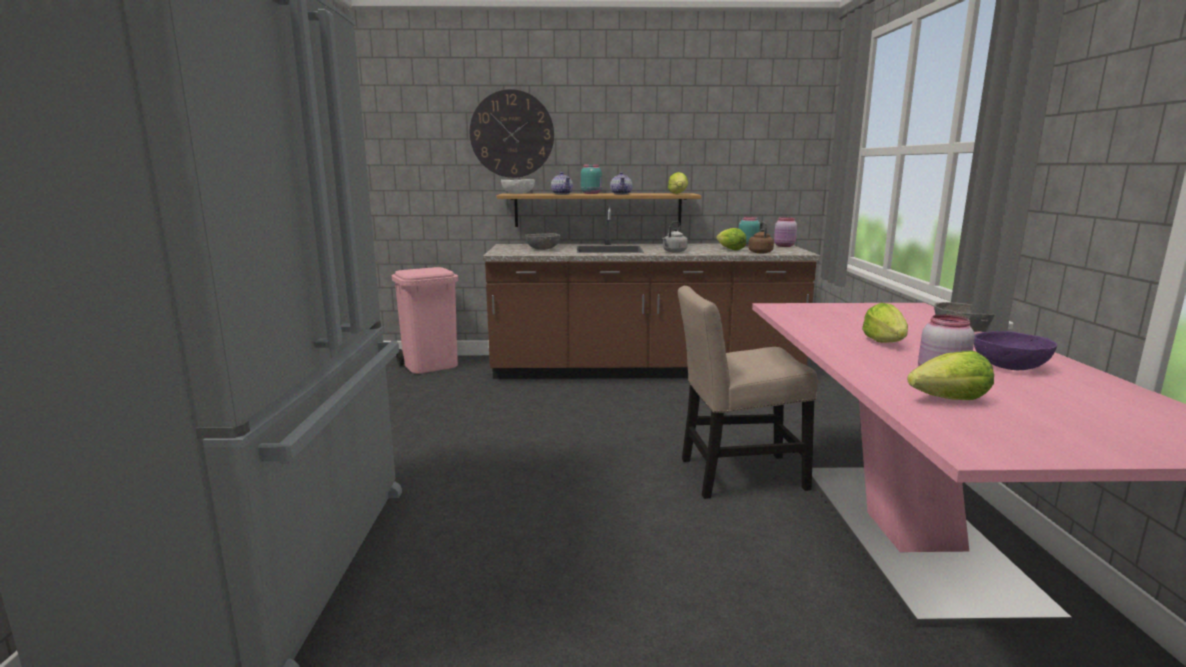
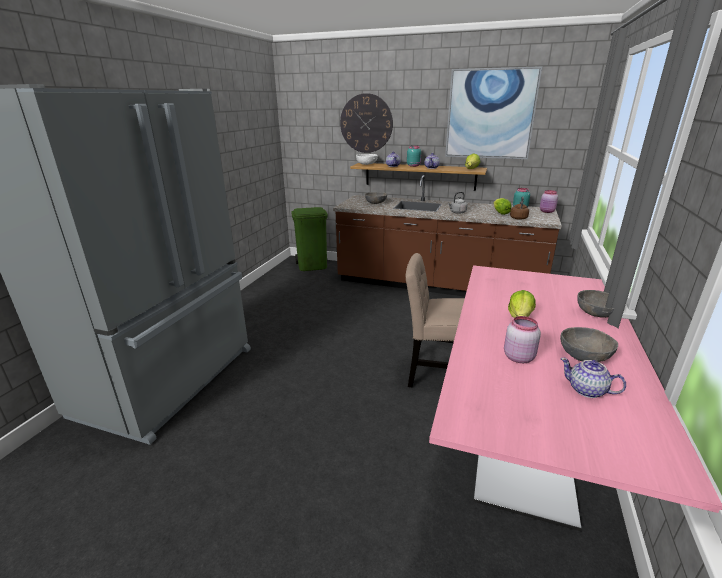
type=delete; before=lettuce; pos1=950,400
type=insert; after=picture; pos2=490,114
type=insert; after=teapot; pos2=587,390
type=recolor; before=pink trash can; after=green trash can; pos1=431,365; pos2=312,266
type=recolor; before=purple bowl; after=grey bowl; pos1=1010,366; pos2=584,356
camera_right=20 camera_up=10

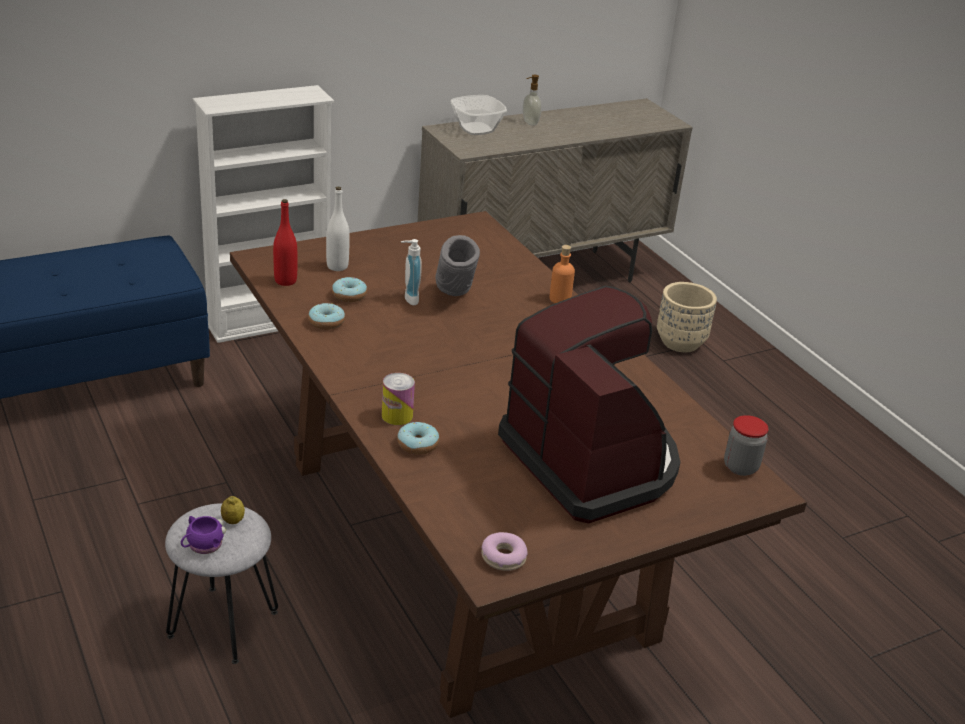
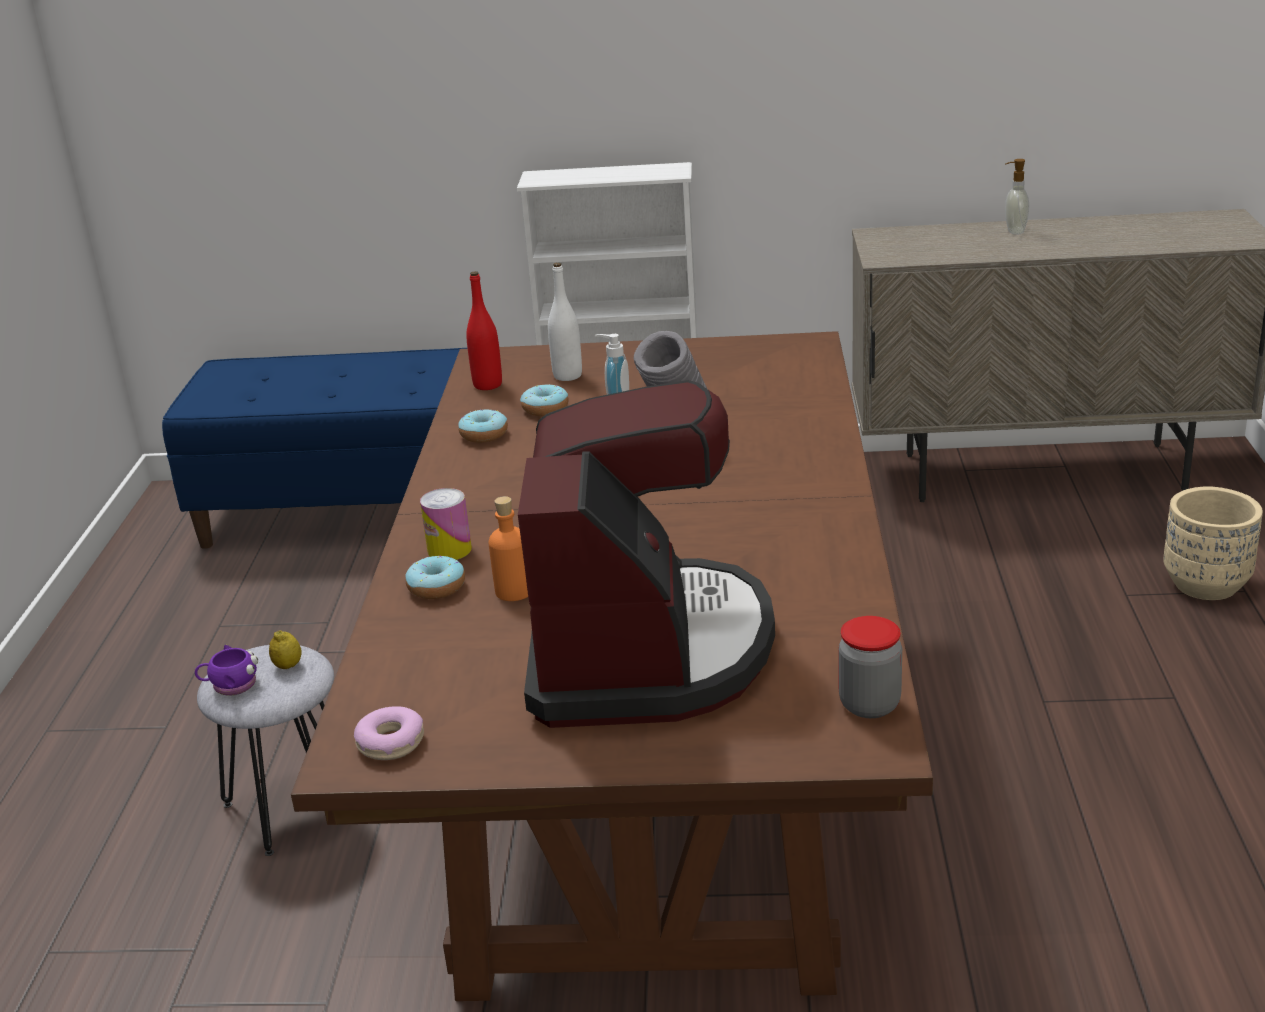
type=delete; before=bowl; pos1=475,129
type=move; before=orange bottle; pos1=560,299; pos2=514,591
camera_right=35 camera_up=-5

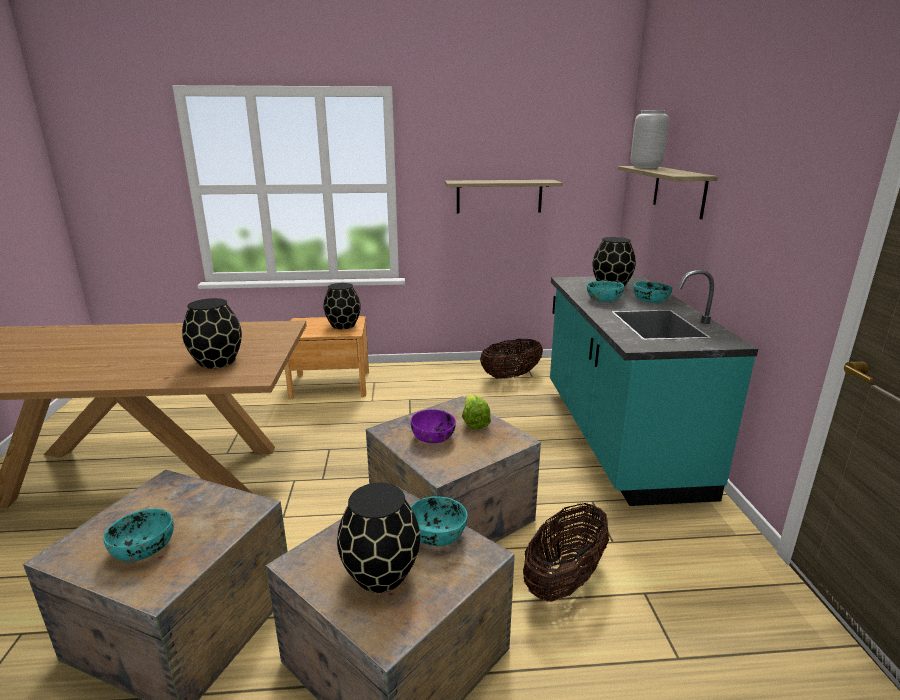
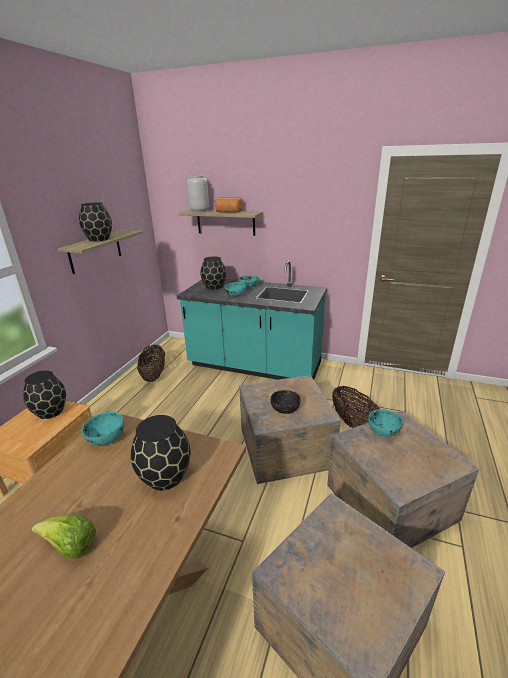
type=insert; after=bread; pos2=228,212
type=move; before=turquoise bowl; pos1=144,548; pos2=106,437
type=move; before=black vase; pos1=381,573; pos2=99,239
type=move; before=lettuce; pos1=474,422; pos2=70,546
type=recolor; before=purple bowl; after=black bowl; pos1=433,437; pos2=285,408
camera_right=-65 camera_up=5

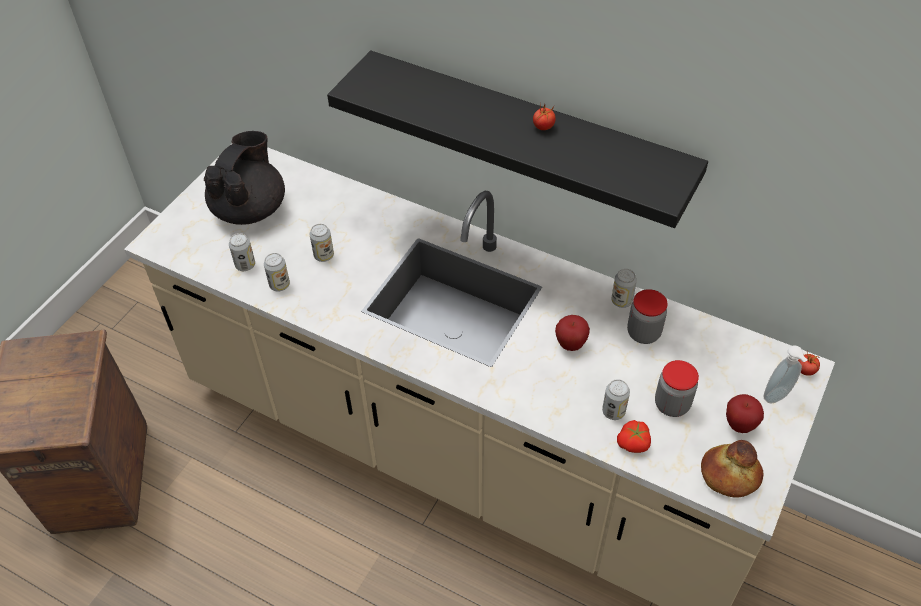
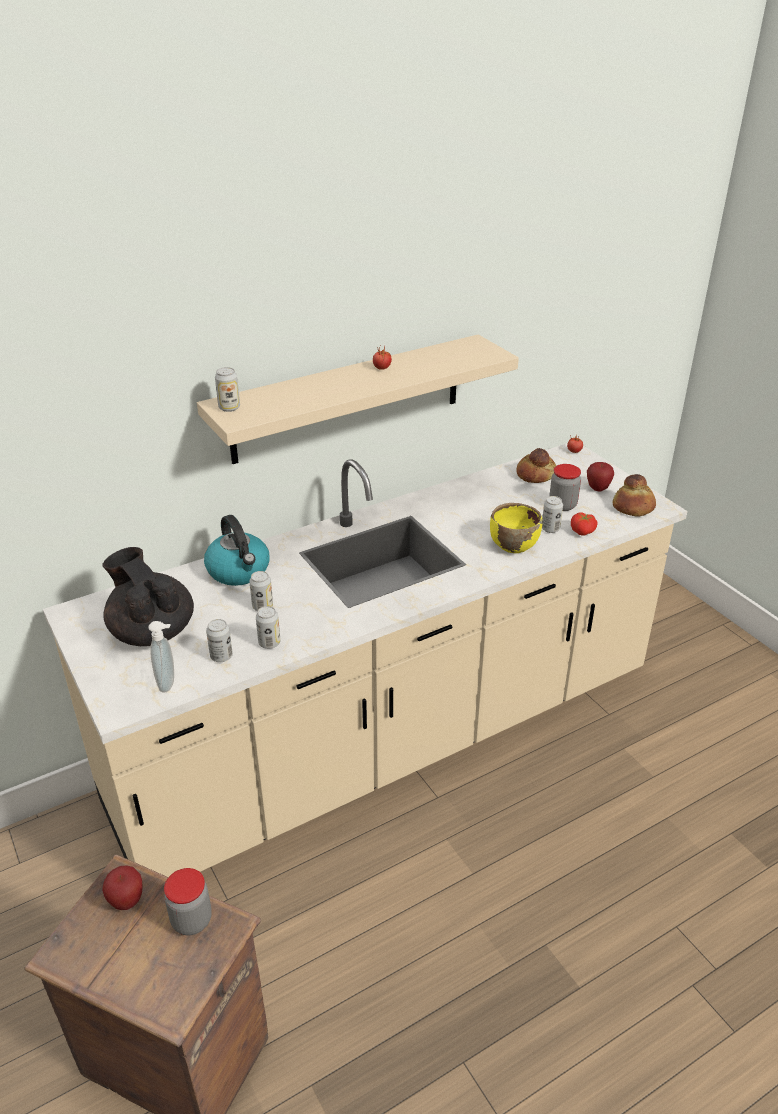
type=insert; after=kettle; pos2=239,571
type=insert; after=yellow bowl; pos2=513,545
type=insert; after=bread; pos2=535,474
type=move; before=apple; pos1=570,344; pos2=127,901
type=move; before=can; pos1=621,301; pos2=229,408
type=move; before=jar; pos1=643,333; pos2=191,920
type=move; before=soap dispenser; pos1=778,397; pos2=168,683
type=recolor; before=black shelf; after=beige shelf; pos1=527,134; pos2=348,399
camera_right=-60 camera_up=-15

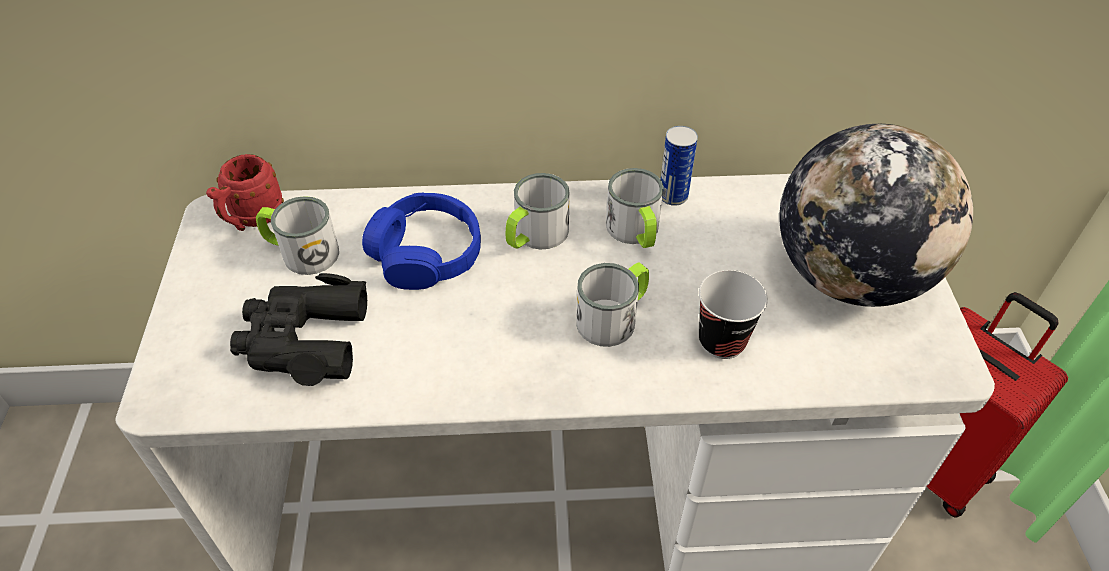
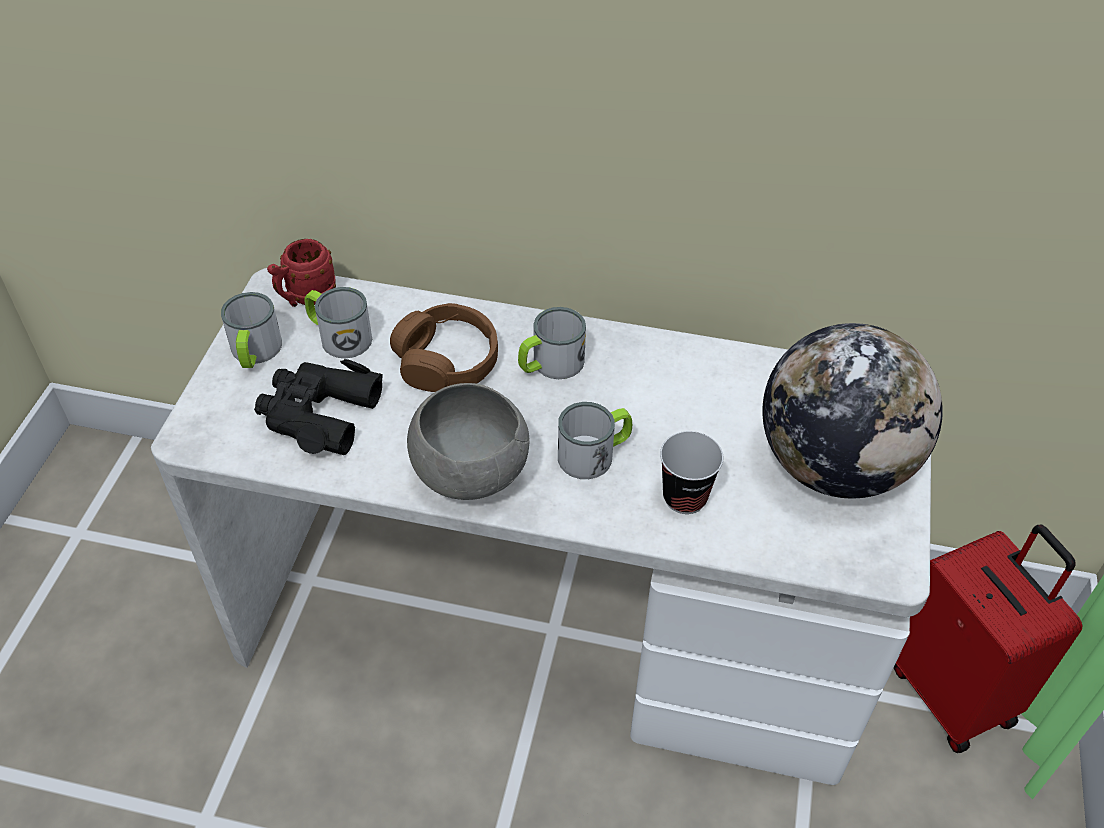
type=delete; before=can; pos1=673,196
type=insert; after=grey bowl; pos2=471,472
type=move; before=mug; pos1=635,232; pos2=254,353
type=recolor; before=blue headphones; after=brown headphones; pos1=426,253; pos2=447,360
camera_right=15 camera_up=0

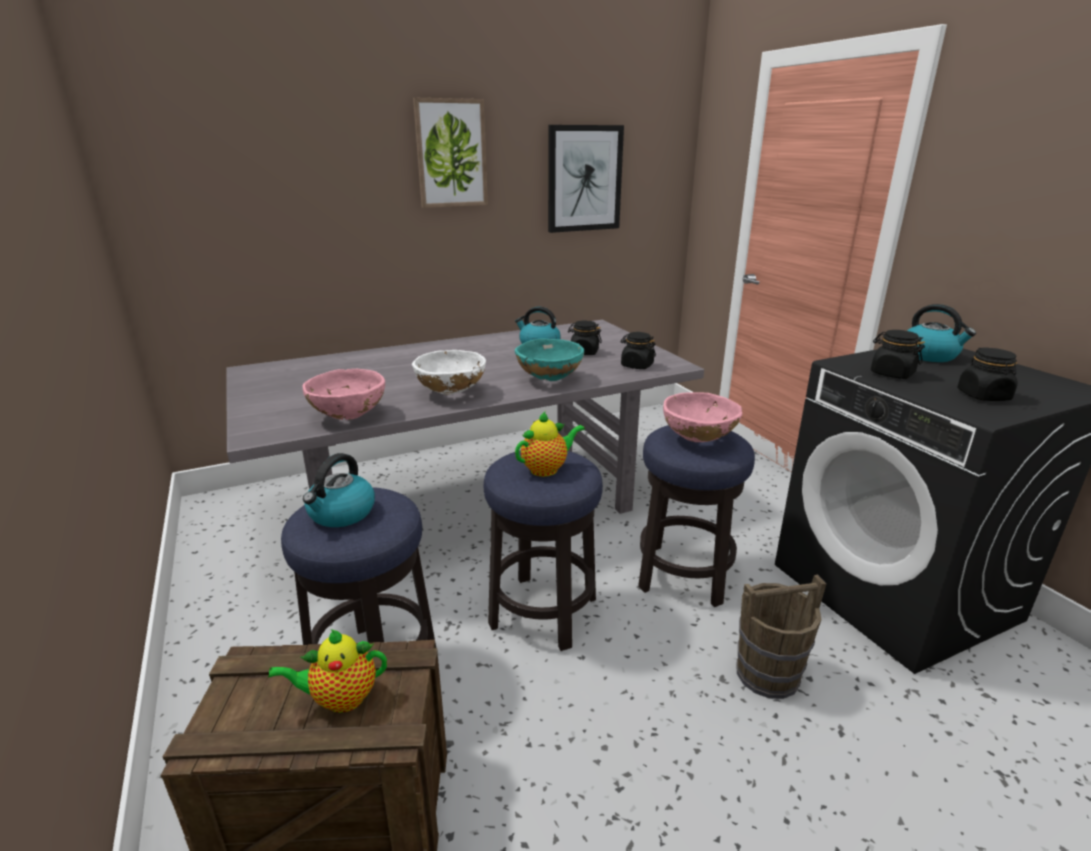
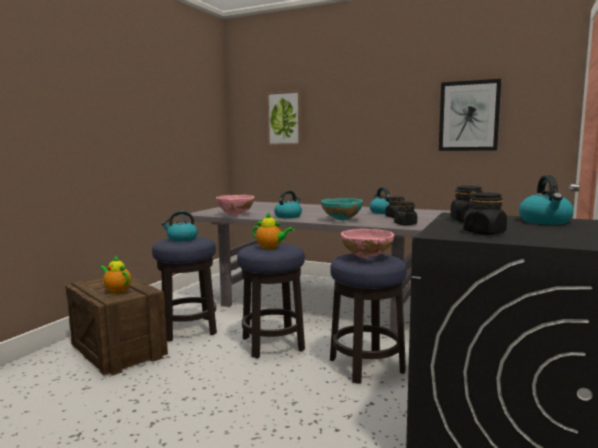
type=delete; before=brown bucket; pos1=768,674
type=move; before=picture; pos1=451,154; pos2=284,118
type=replace; before=white bowl; after=kettle; pos1=451,393; pos2=288,216
camera_right=50 camera_up=-15

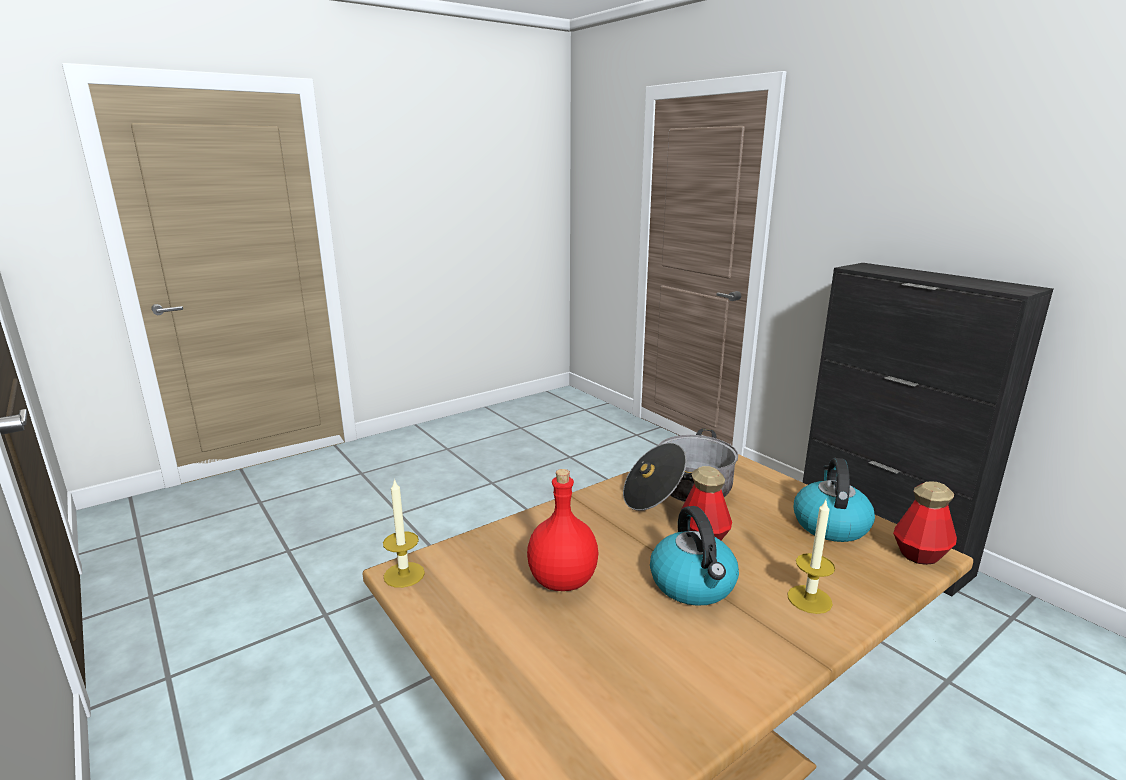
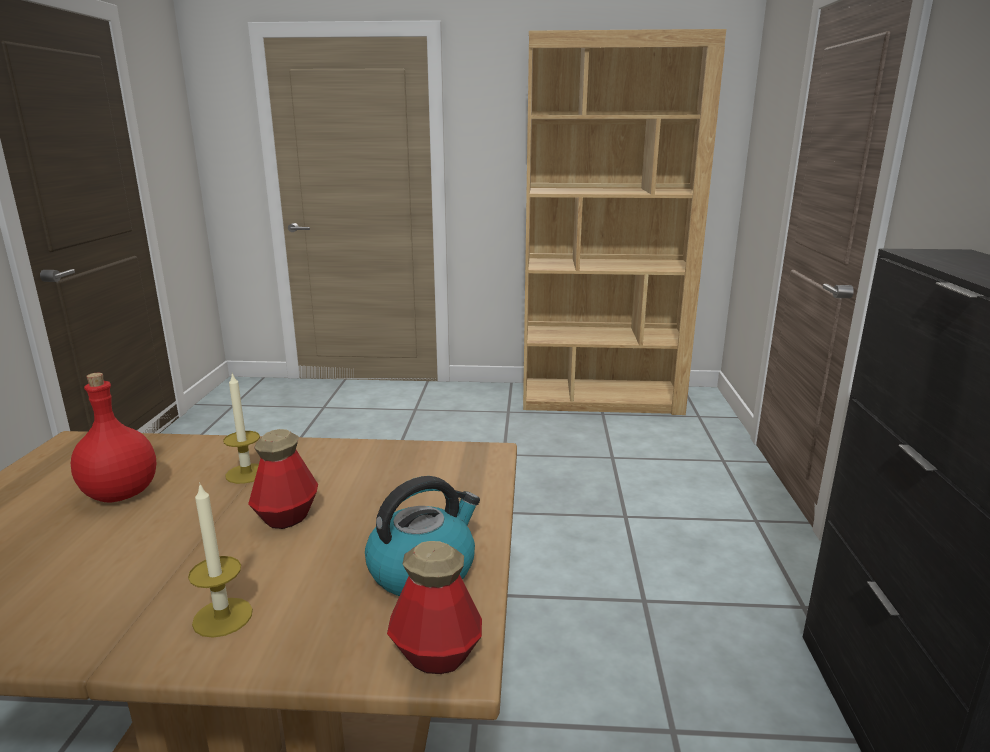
type=delete; before=cooking pot; pos1=679,492
type=delete; before=kettle; pos1=693,585
type=insert; after=brown bookcase; pos2=601,399
type=move; before=candle; pos1=404,574; pos2=246,473
camera_right=40 camera_up=0

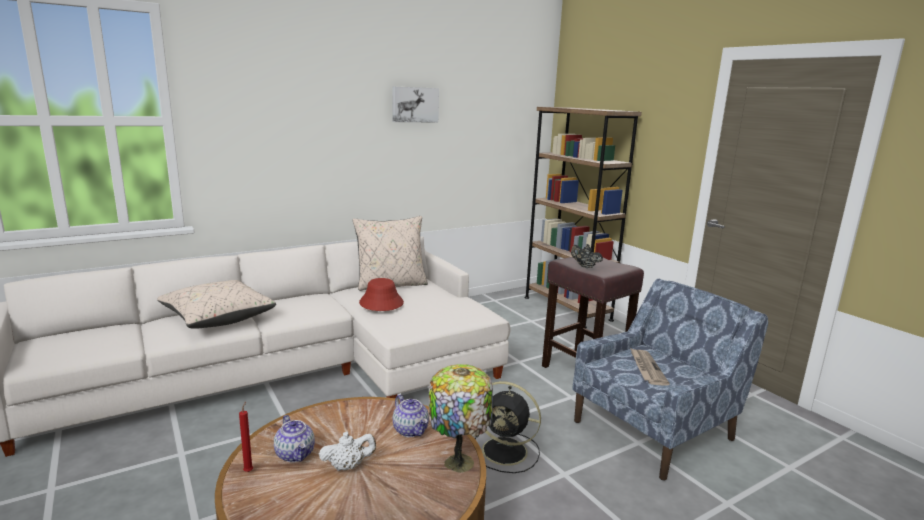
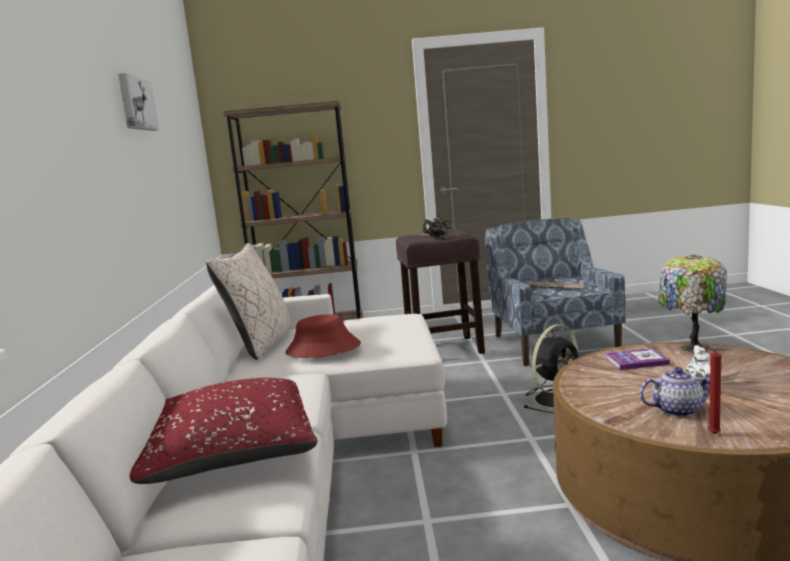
type=replace; before=teapot; after=book; pos1=411,430; pos2=636,361
type=recolor; before=beige pillow; after=red pillow; pos1=218,317; pos2=229,455
camera_right=-60 camera_up=-5

